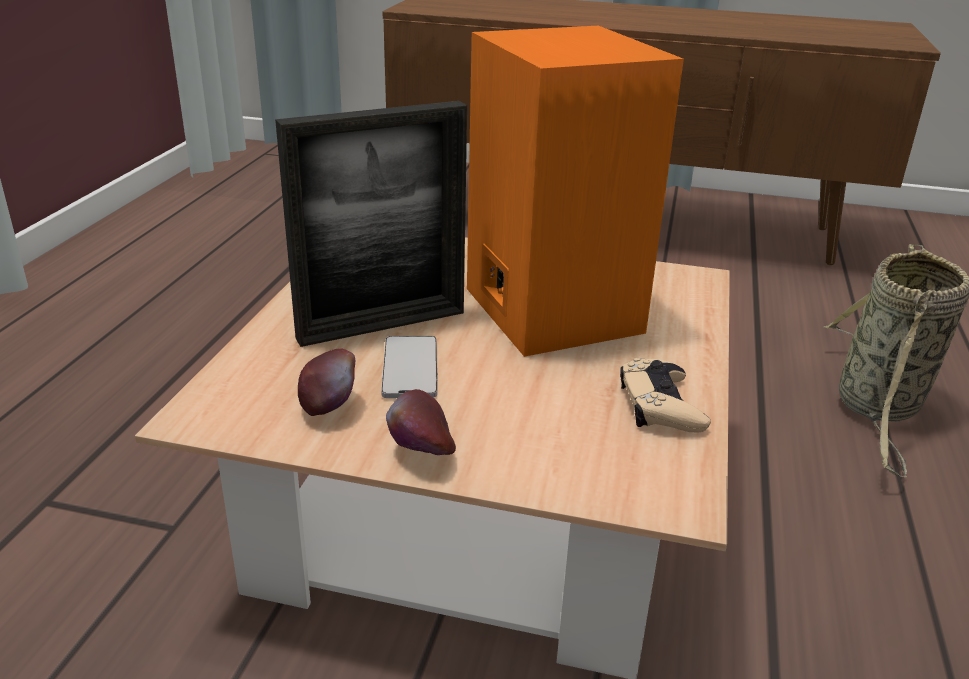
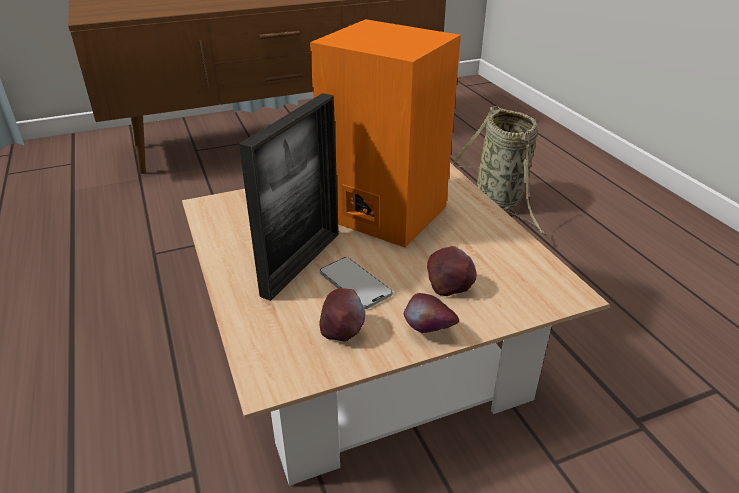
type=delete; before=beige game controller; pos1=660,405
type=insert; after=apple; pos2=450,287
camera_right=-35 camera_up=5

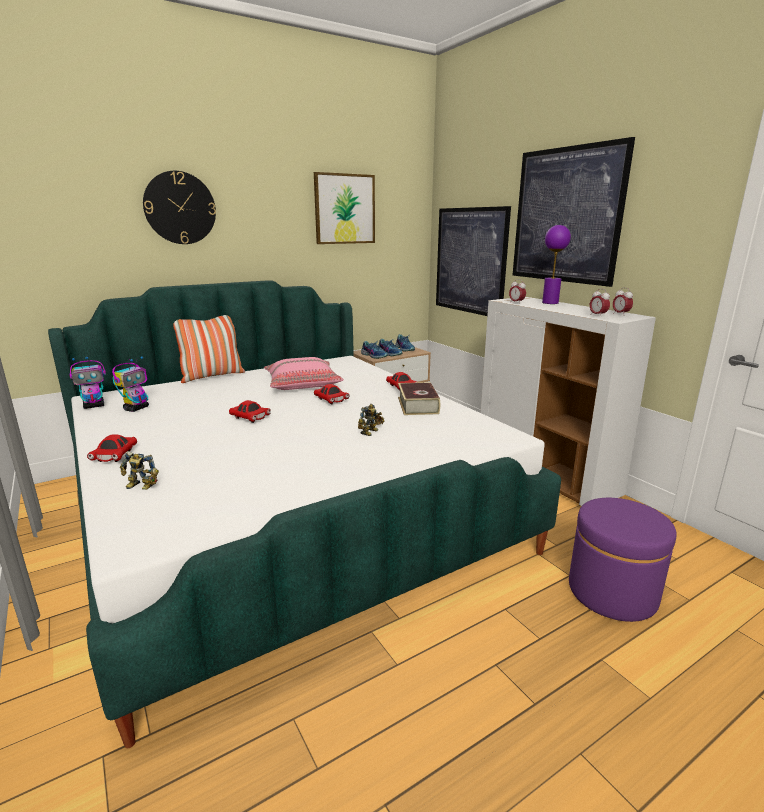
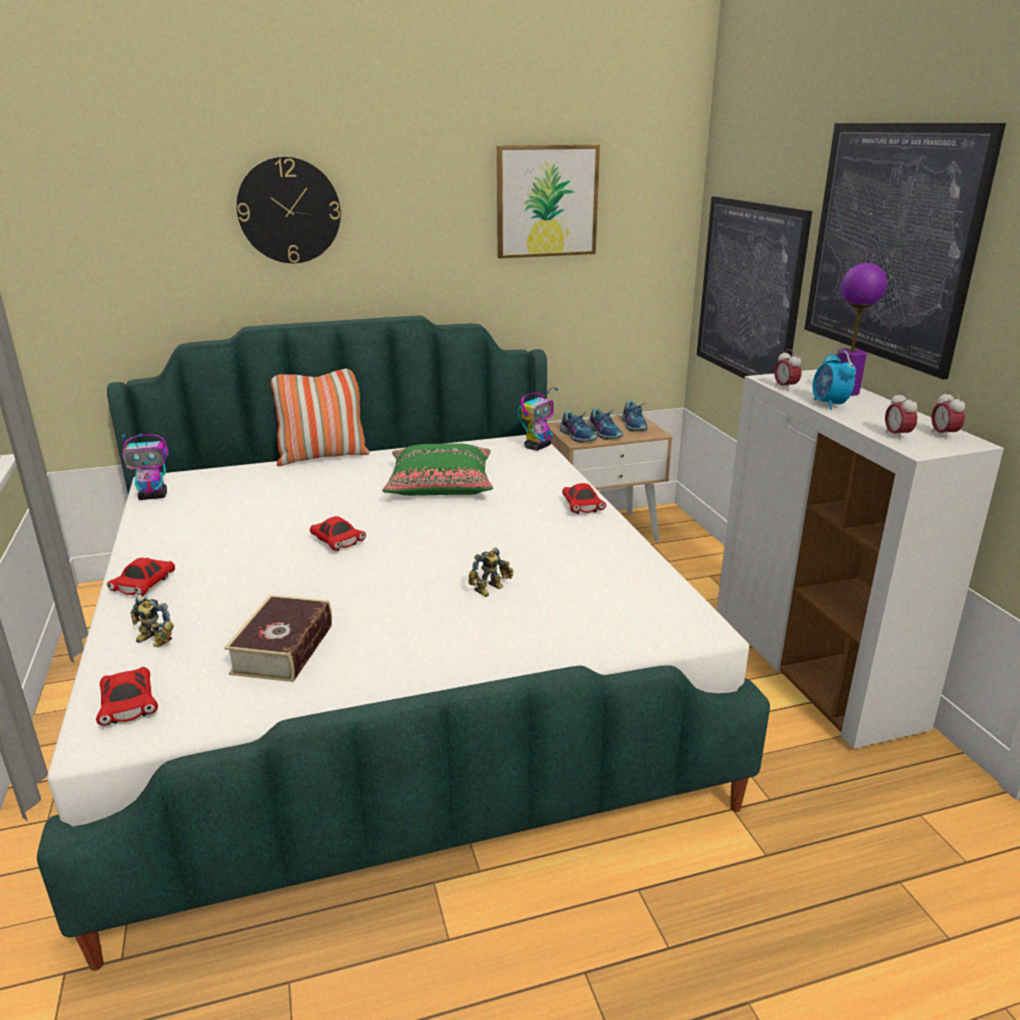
type=delete; before=purple ottoman; pos1=612,592
type=insert; after=alarm clock; pos2=829,404
type=move; before=toy robot; pos1=137,408; pos2=538,446
type=move; before=red toy car; pos1=331,400; pos2=129,707
type=move; before=book; pos1=418,405; pos2=283,649
type=recolor; before=pink pillow; after=green pillow; pos1=302,384; pos2=440,484
camera_right=15 camera_up=5

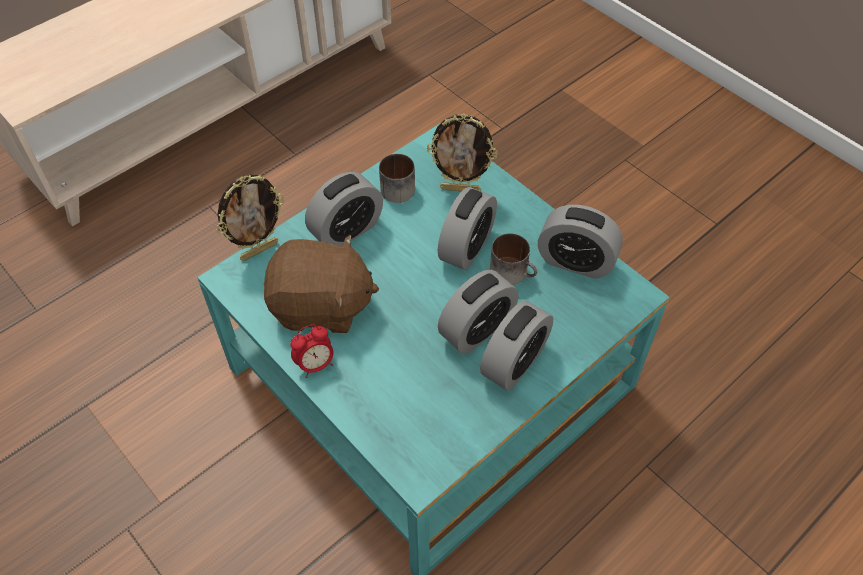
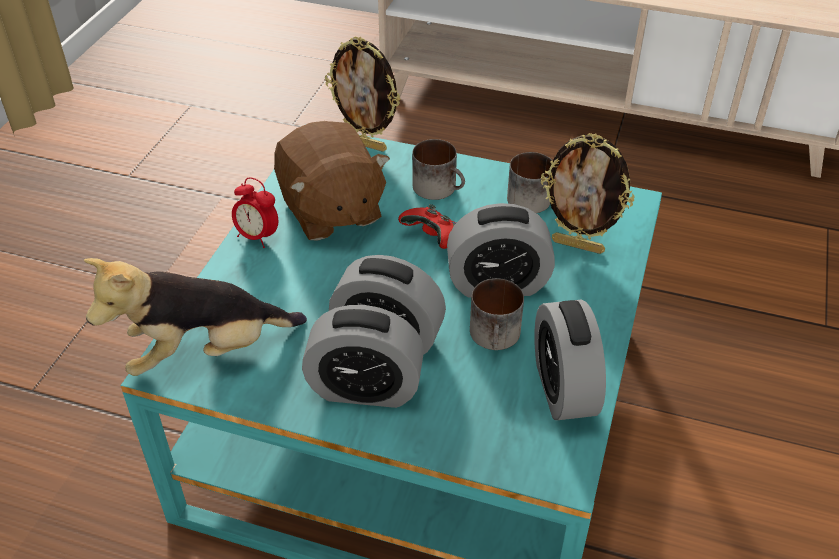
type=insert; after=plush toy; pos2=205,352
type=insert; after=red game controller; pos2=434,239
type=replace; before=alarm clock; after=mug; pos1=346,230; pos2=440,188
type=rotate; before=picture frame; pos1=460,189; pos2=578,245; turn=-45
camera_right=60 camera_up=-10

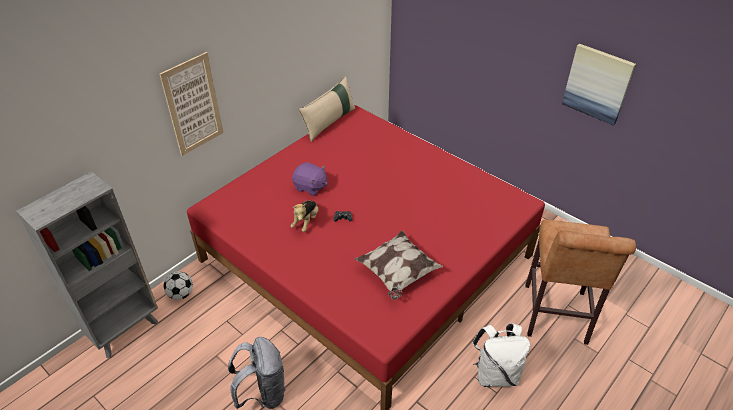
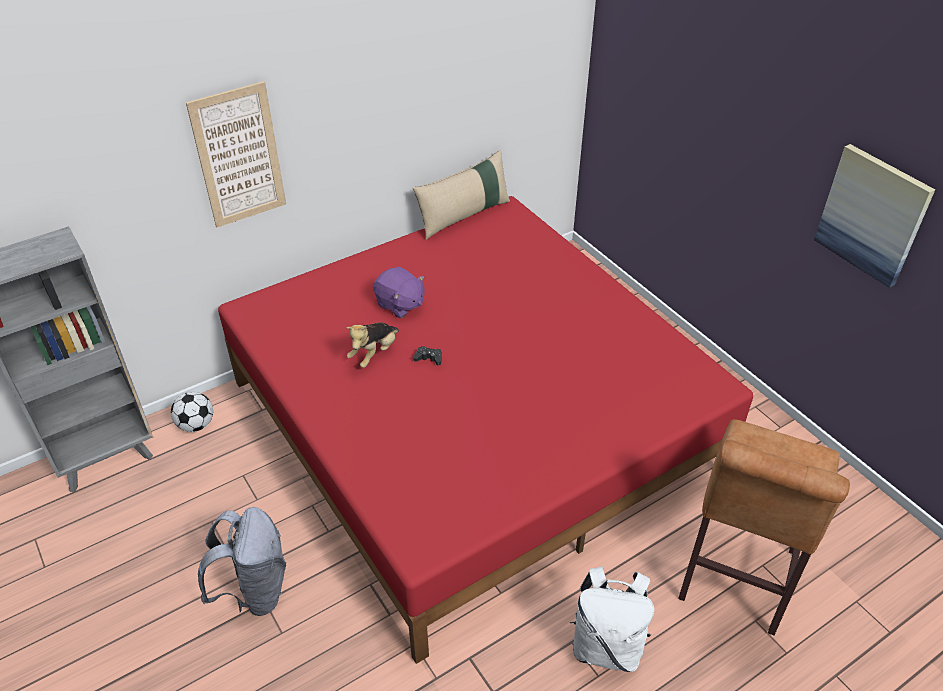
type=delete; before=pillow; pos1=397,273
camera_right=15 camera_up=0

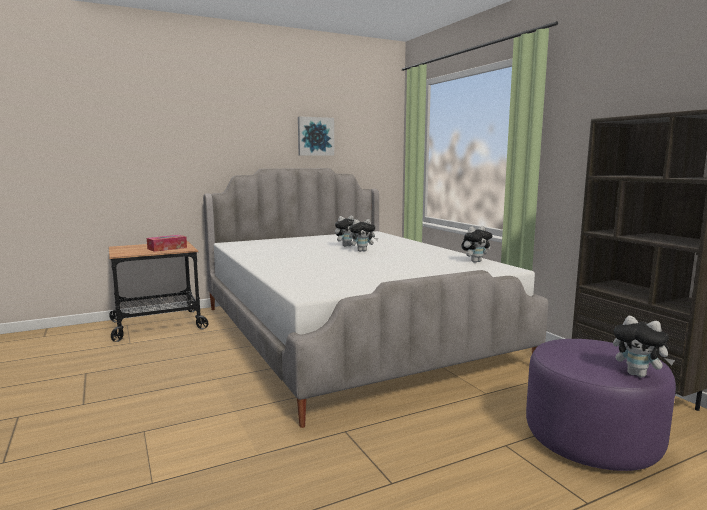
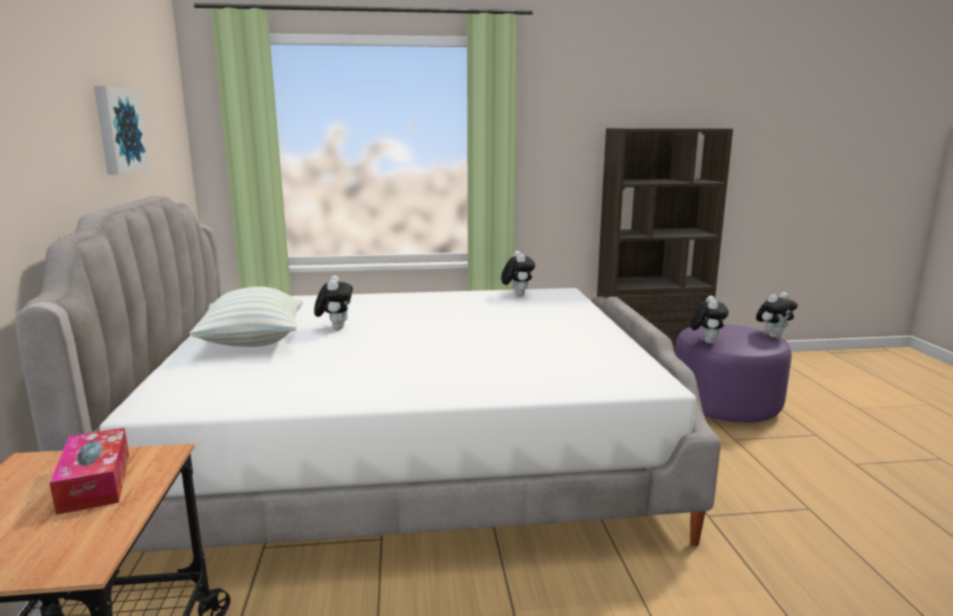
type=insert; after=pillow; pos2=253,342
type=move; before=plush toy; pos1=362,251; pos2=706,341
camera_right=-70 camera_up=5

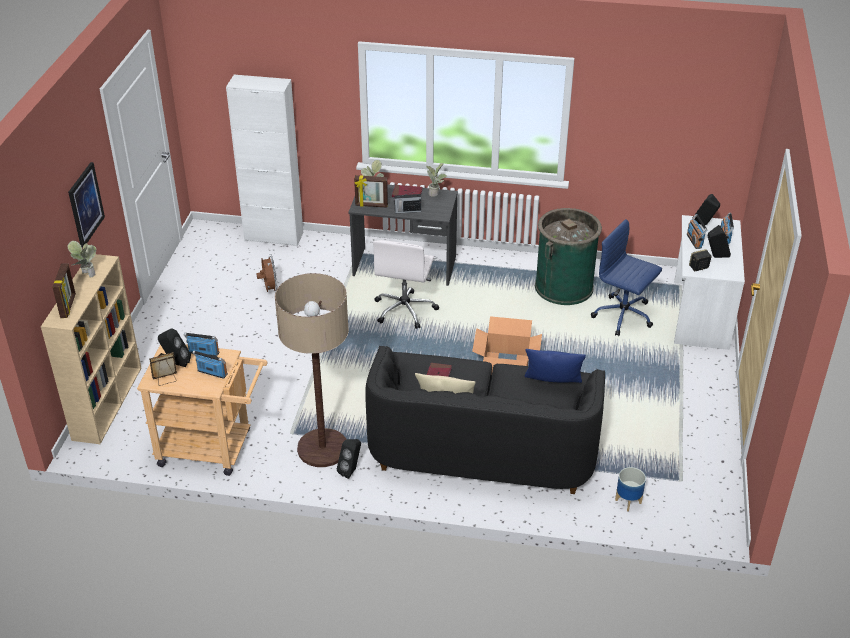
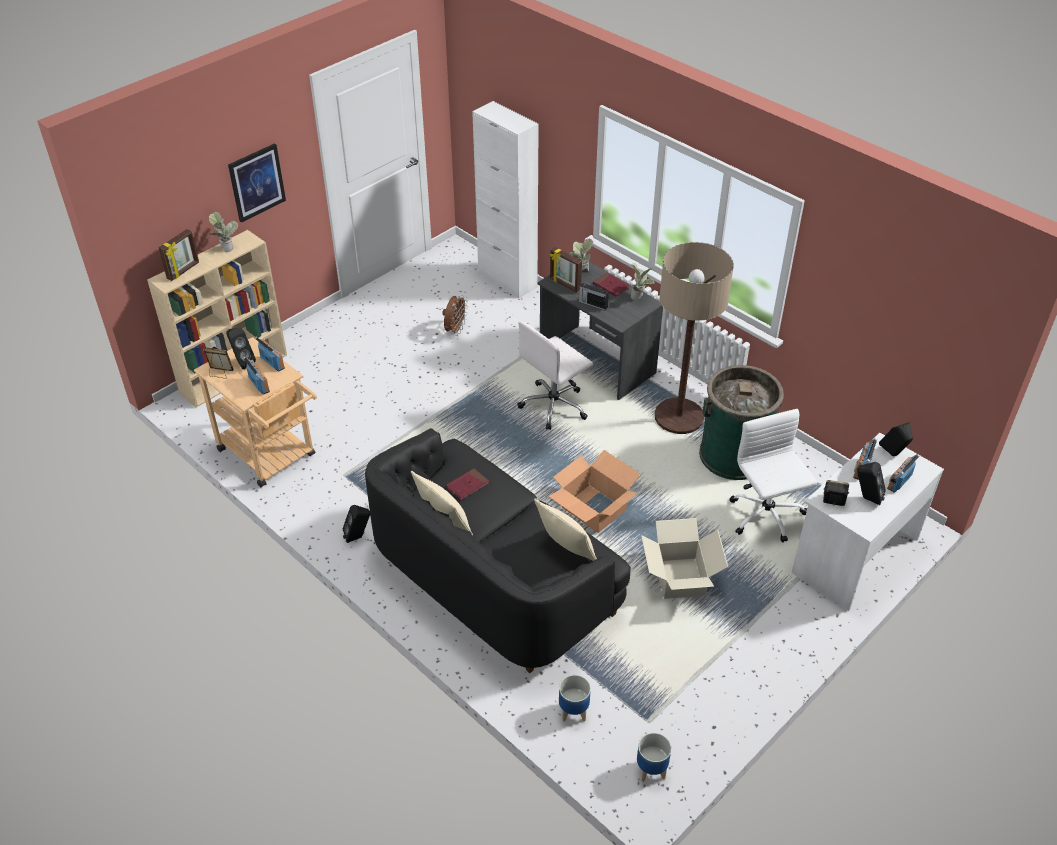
type=insert; after=planter; pos2=651,770
type=insert; after=cardboard box; pos2=679,578
type=move; before=floor lamp; pos1=322,448; pos2=679,417
type=recolor; before=blue pillow; after=beige pillow; pos1=552,385; pos2=566,550
type=recolor; before=blue office chair; after=white office chair; pos1=624,316; pos2=766,516
camera_right=35 camera_up=5

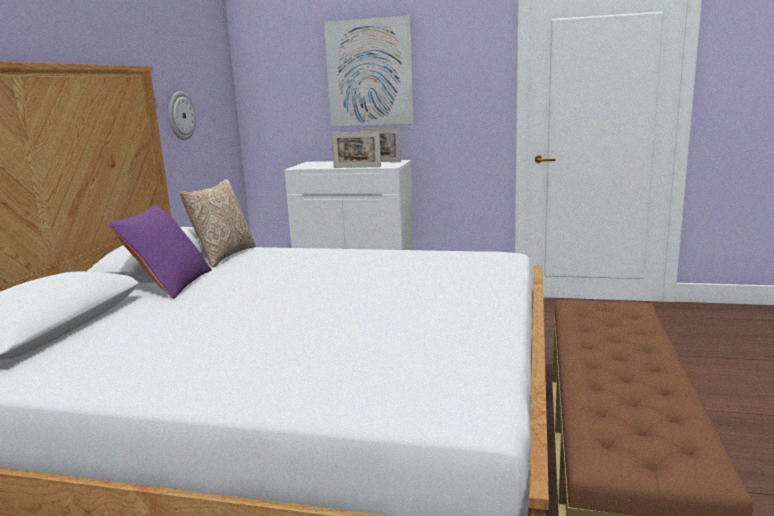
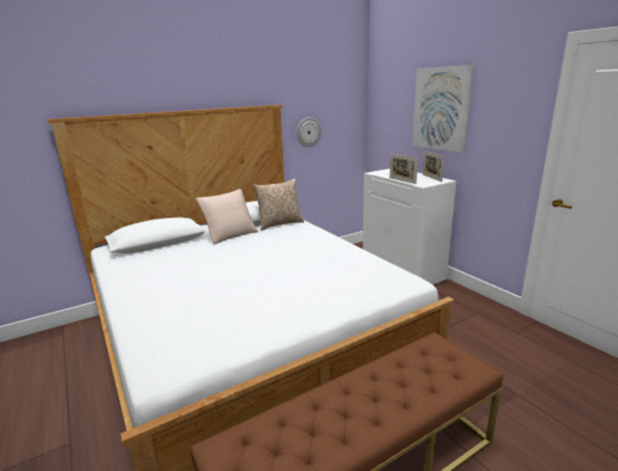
type=recolor; before=purple pillow; after=beige pillow; pos1=169,284; pos2=230,234
camera_right=45 camera_up=5

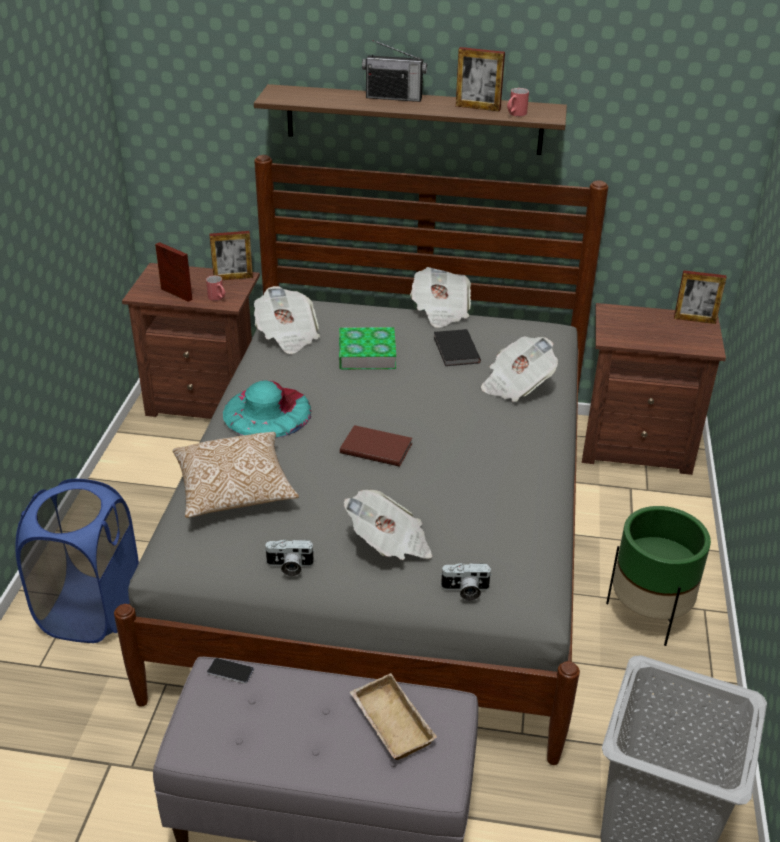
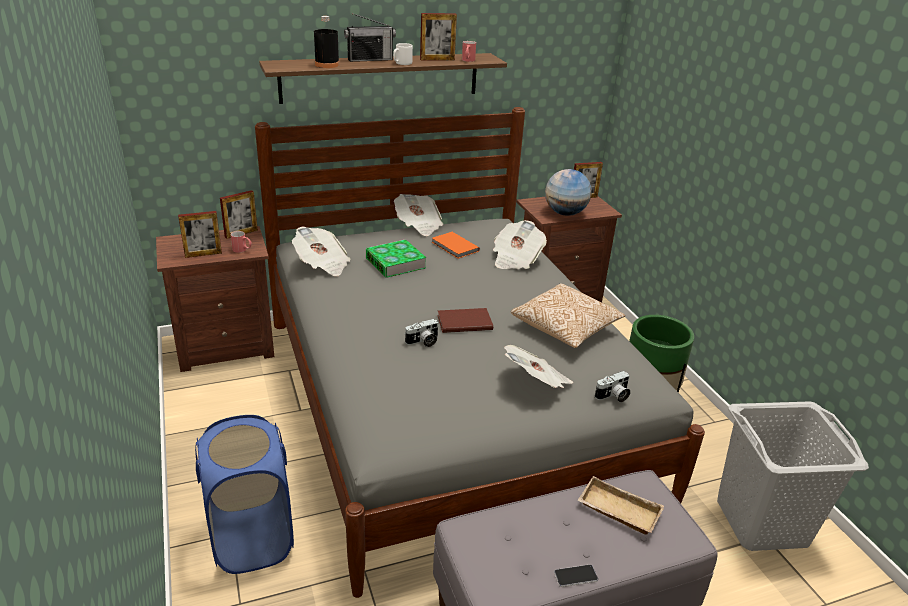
type=delete; before=turquoise hat; pos1=267,412
type=insert; after=black bottle; pos2=327,65
type=insert; after=white mug; pos2=402,63
type=insert; after=globe; pos2=565,213
type=move; before=pillow; pos1=234,490; pos2=565,328
type=move; before=phone; pos1=230,671; pos2=575,576
type=move; before=photo camera; pos1=289,566; pos2=423,342
type=recolor; before=black book; after=orange book; pos1=455,350; pos2=454,247
type=rotate; before=picture frame; pos1=176,294; pos2=203,254; turn=150
camera_right=-30 camera_up=-5

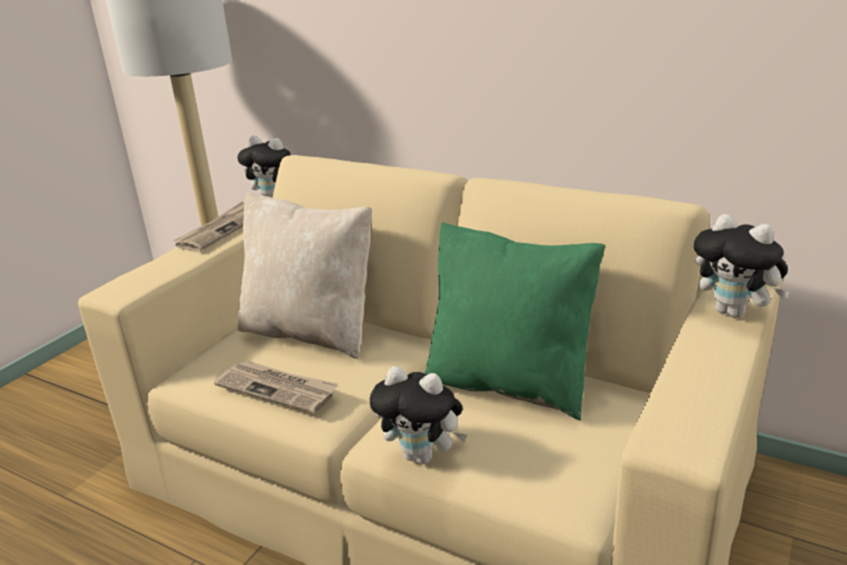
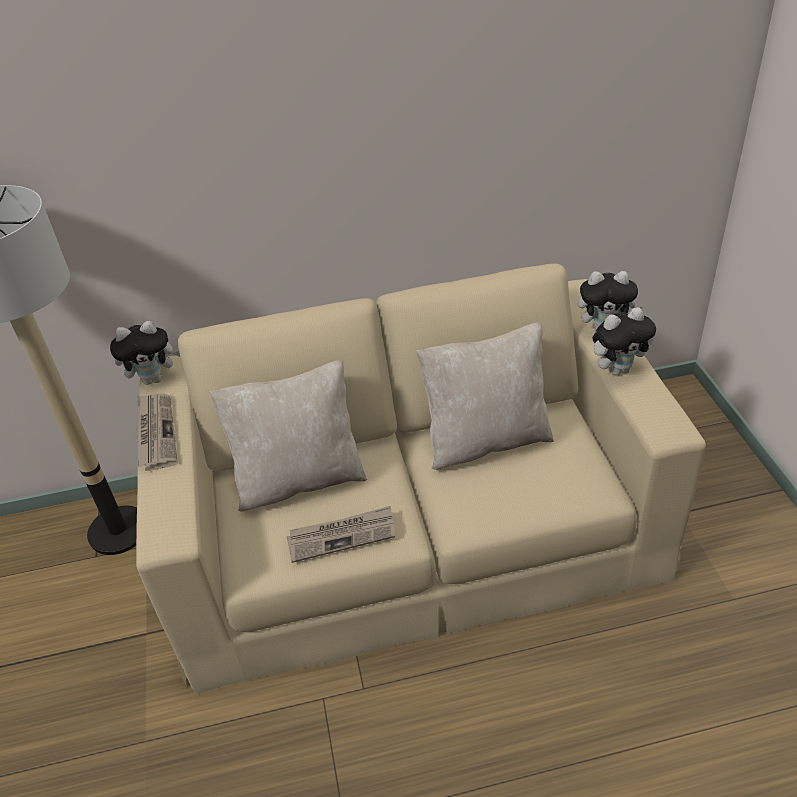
type=move; before=plush toy; pos1=423,456; pos2=618,369
type=recolor; before=green pillow; after=beige pillow; pos1=509,383; pos2=486,440
camera_right=-40 camera_up=15

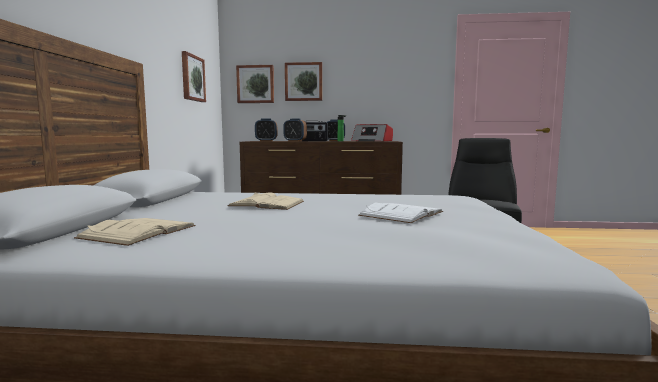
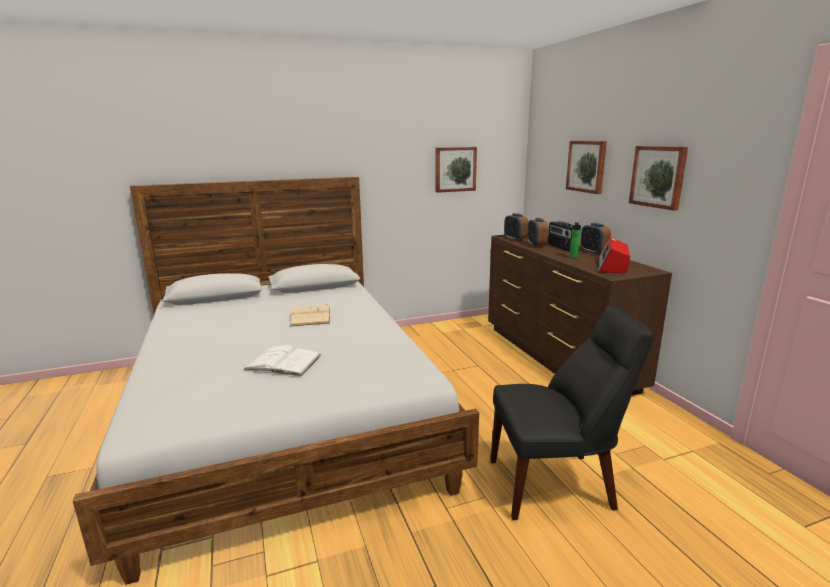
type=delete; before=beige book; pos1=139,231
type=move; before=picture; pos1=255,84; pos2=658,176
camera_right=65 camera_up=10

